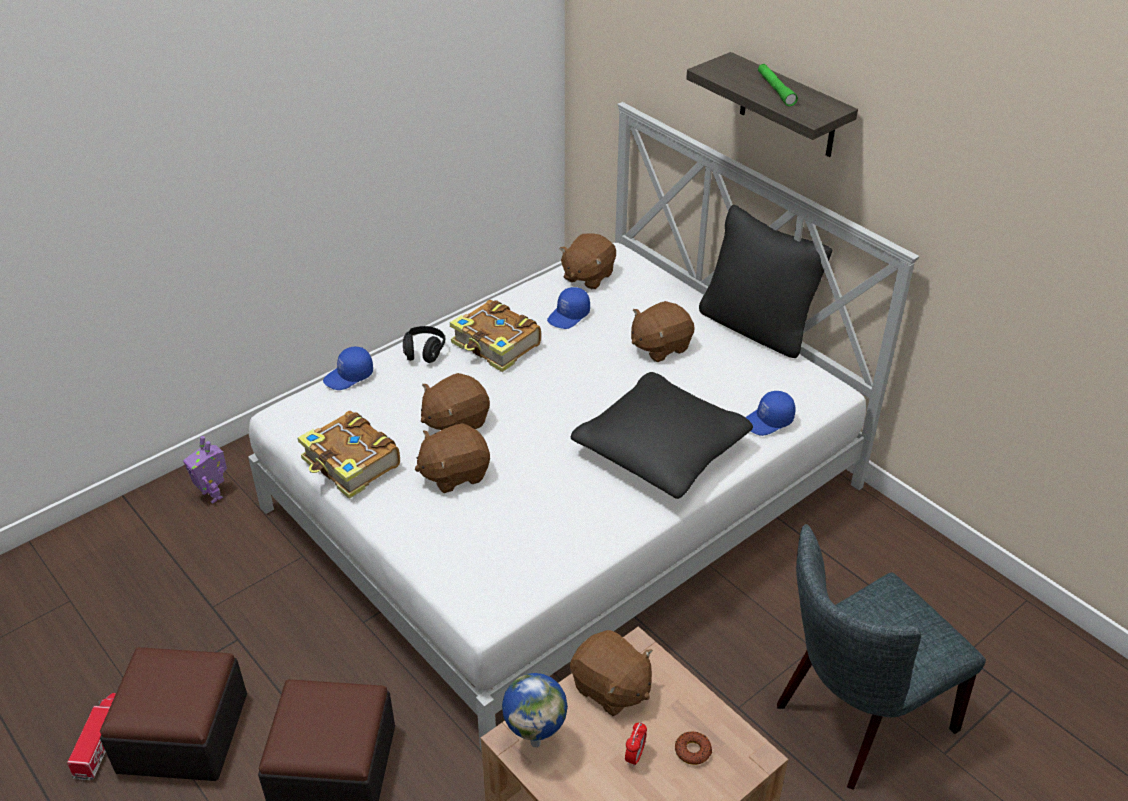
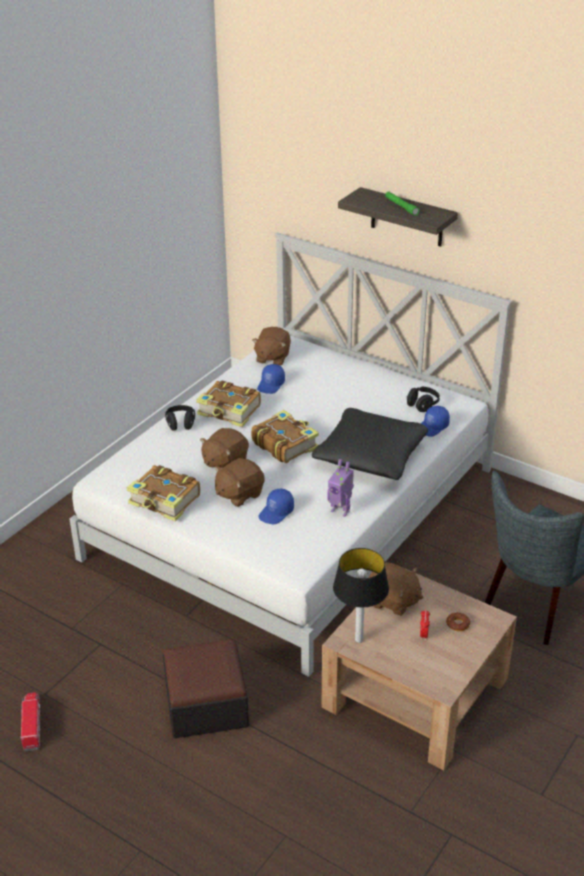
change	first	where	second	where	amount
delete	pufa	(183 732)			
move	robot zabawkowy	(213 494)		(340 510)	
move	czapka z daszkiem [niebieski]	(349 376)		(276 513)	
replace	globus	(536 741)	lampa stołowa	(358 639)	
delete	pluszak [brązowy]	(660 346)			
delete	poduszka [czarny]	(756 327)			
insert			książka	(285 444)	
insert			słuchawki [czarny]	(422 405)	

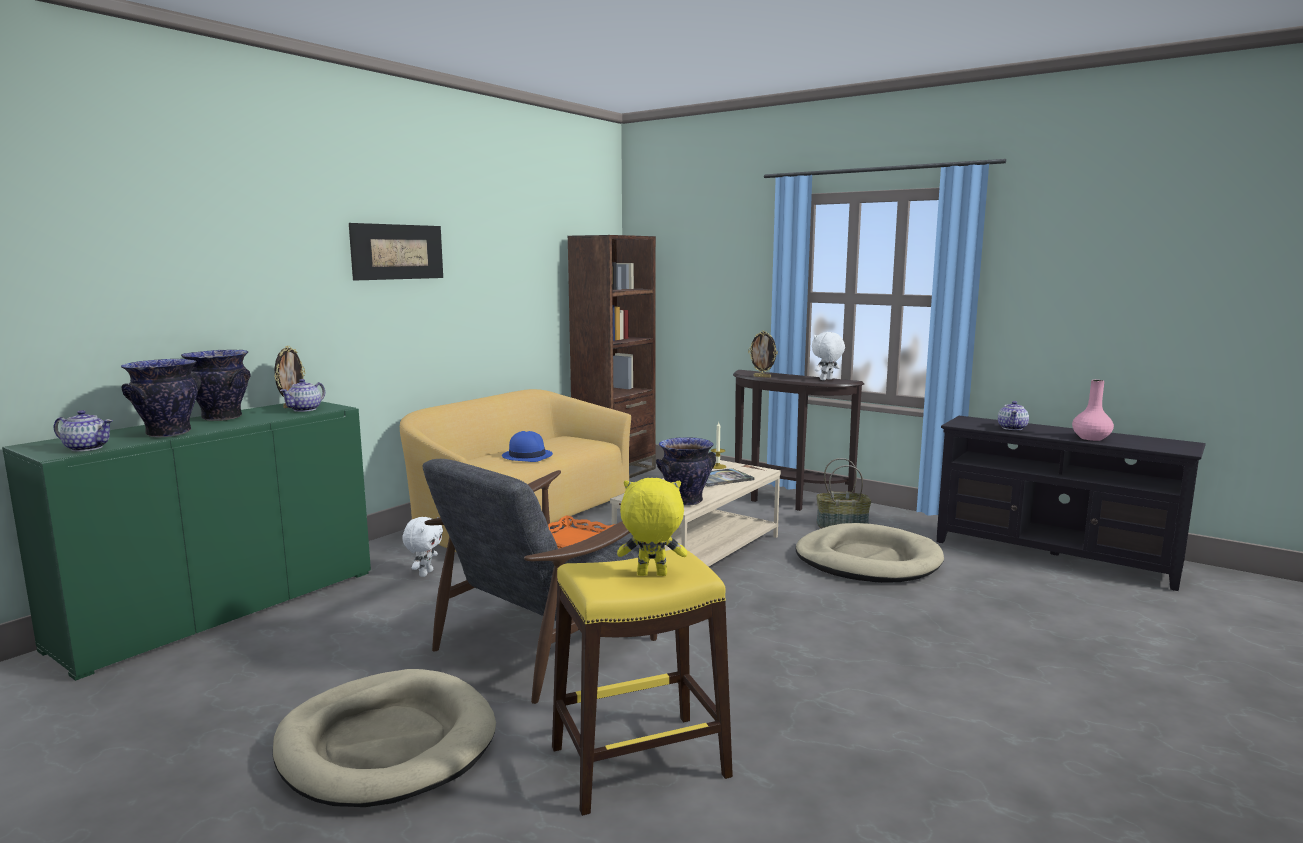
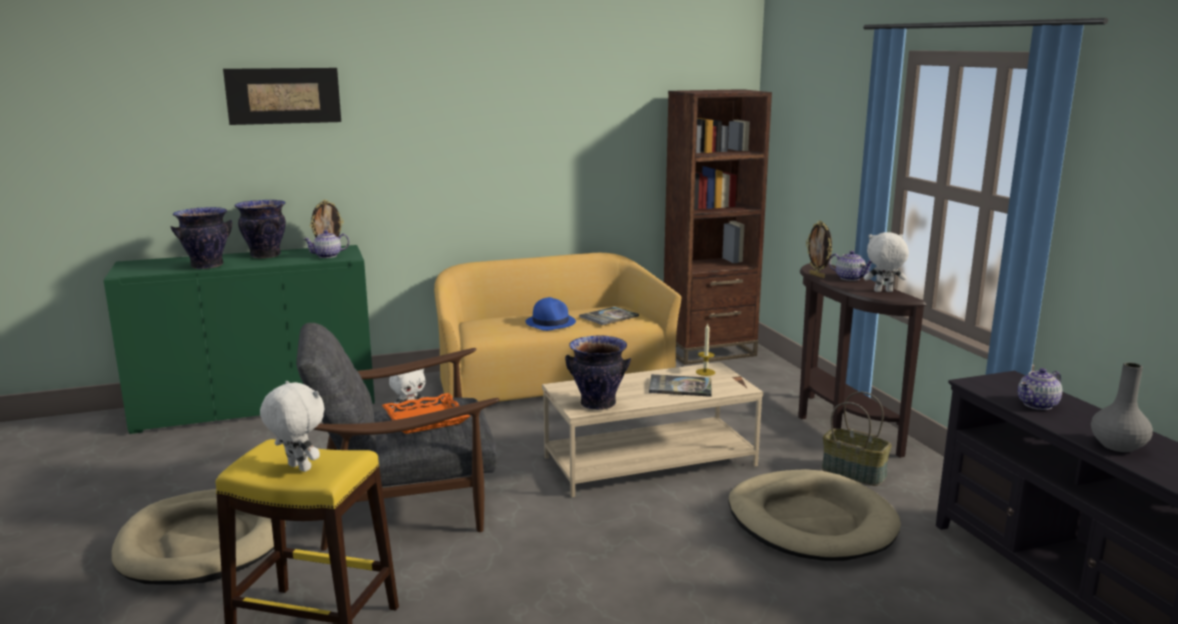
change	first	where	second	where	amount
move	imbryk	(87 448)		(849 278)	
move	obraz	(397 252)		(283 96)	
recolor	pluszak [żółty]	(651 575)	pluszak [biały]	(297 468)	
recolor	wazon [różowy]	(1091 438)	wazon [szary]	(1118 446)	
insert			książka	(609 317)	

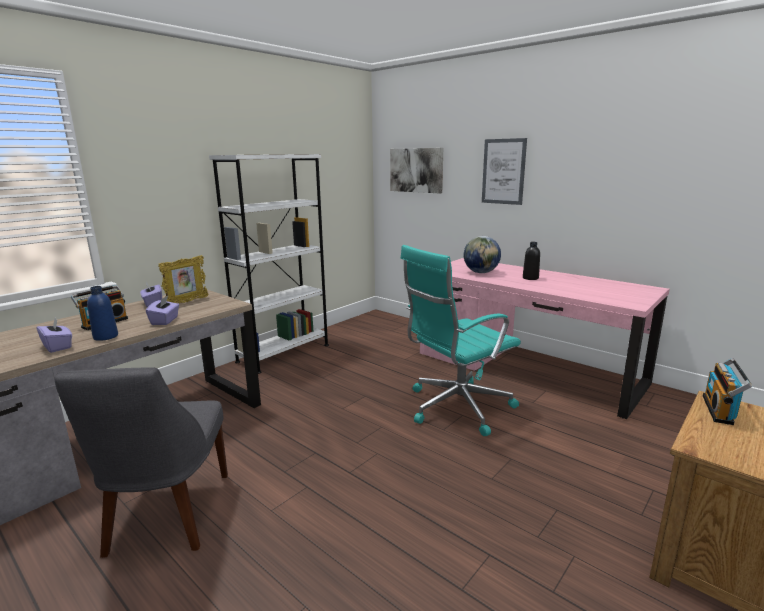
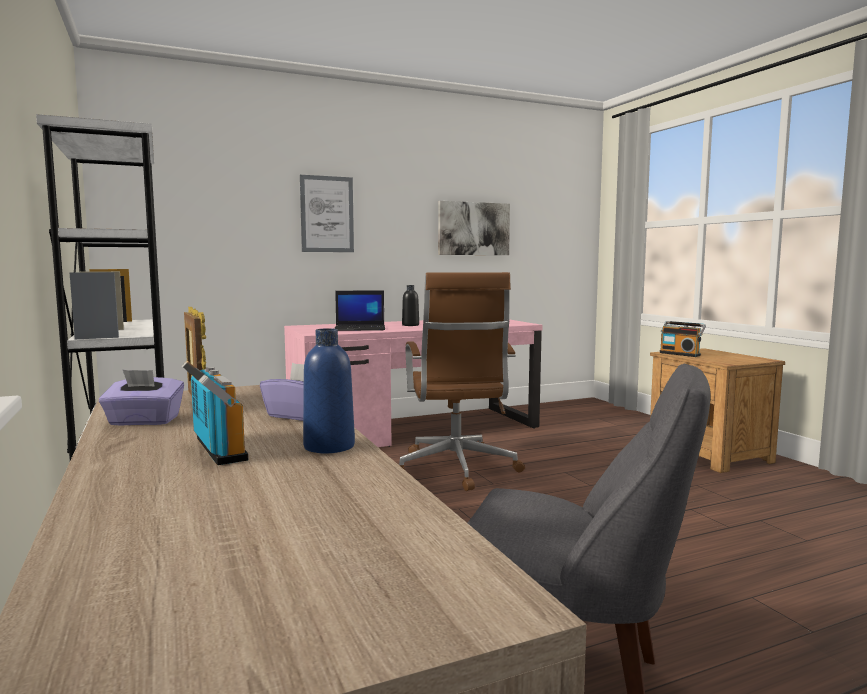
change	first	where	second	where	amount
delete	pudełko chusteczek [fioletowy]	(58 346)			
move	obraz	(416 170)		(473 229)	
recolor	krzesło biurowe [turkusowy]	(456 407)	krzesło biurowe [brązowy]	(456 469)	
replace	globus	(481 272)	laptop	(360 328)	

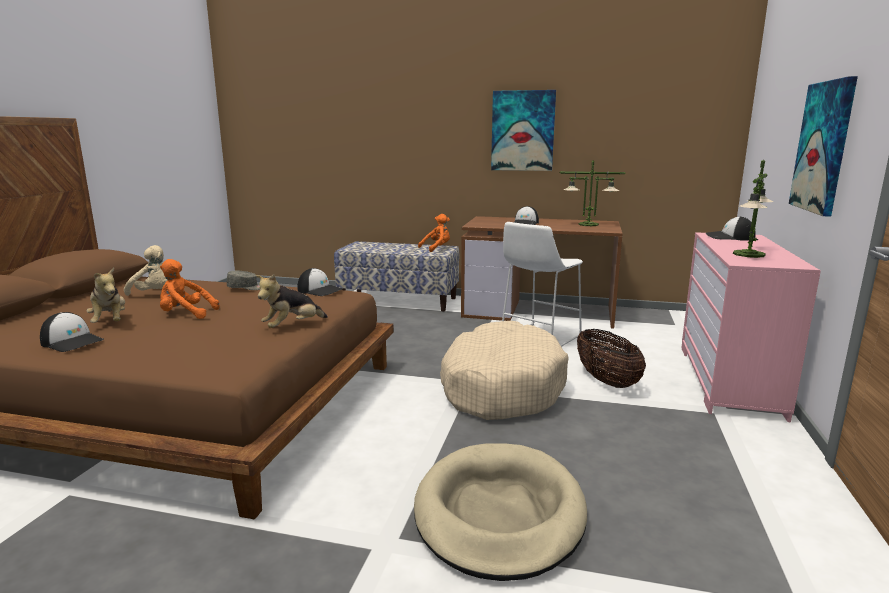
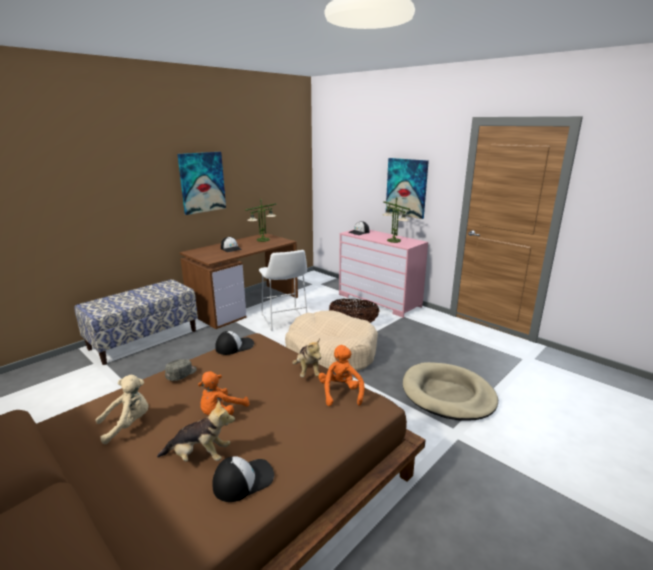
change	first	where	second	where	amount
move	pluszak [pomarańczowy]	(437 248)		(340 393)	

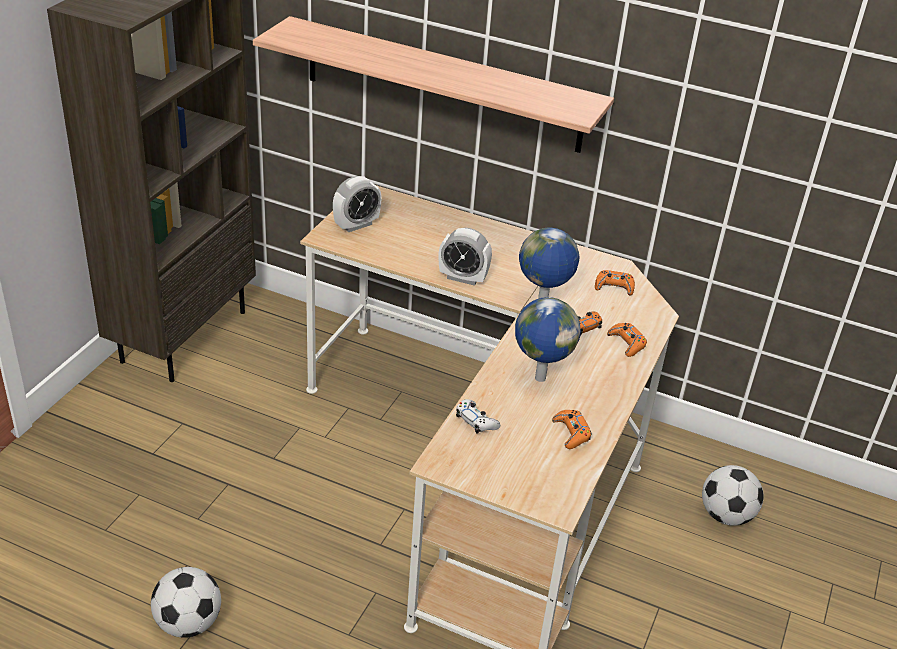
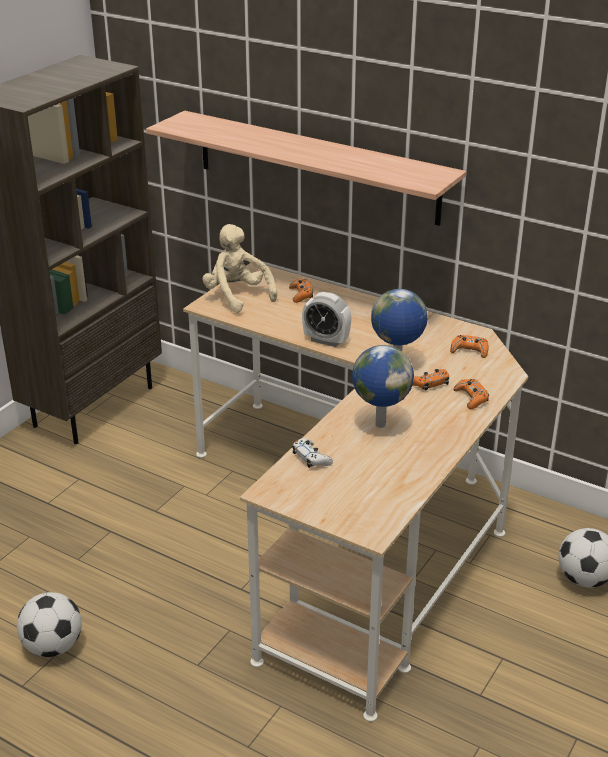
change	first	where	second	where	amount
replace	budzik	(356 225)	pluszak [beżowy]	(237 296)	
move	pad do gier [pomarańczowy]	(571 433)		(301 294)	

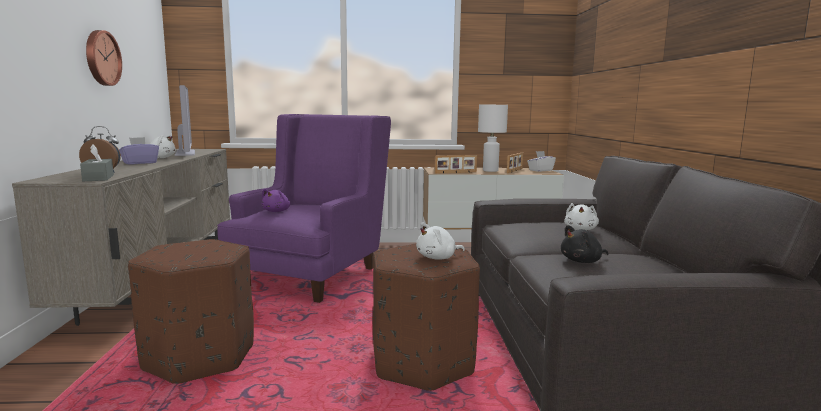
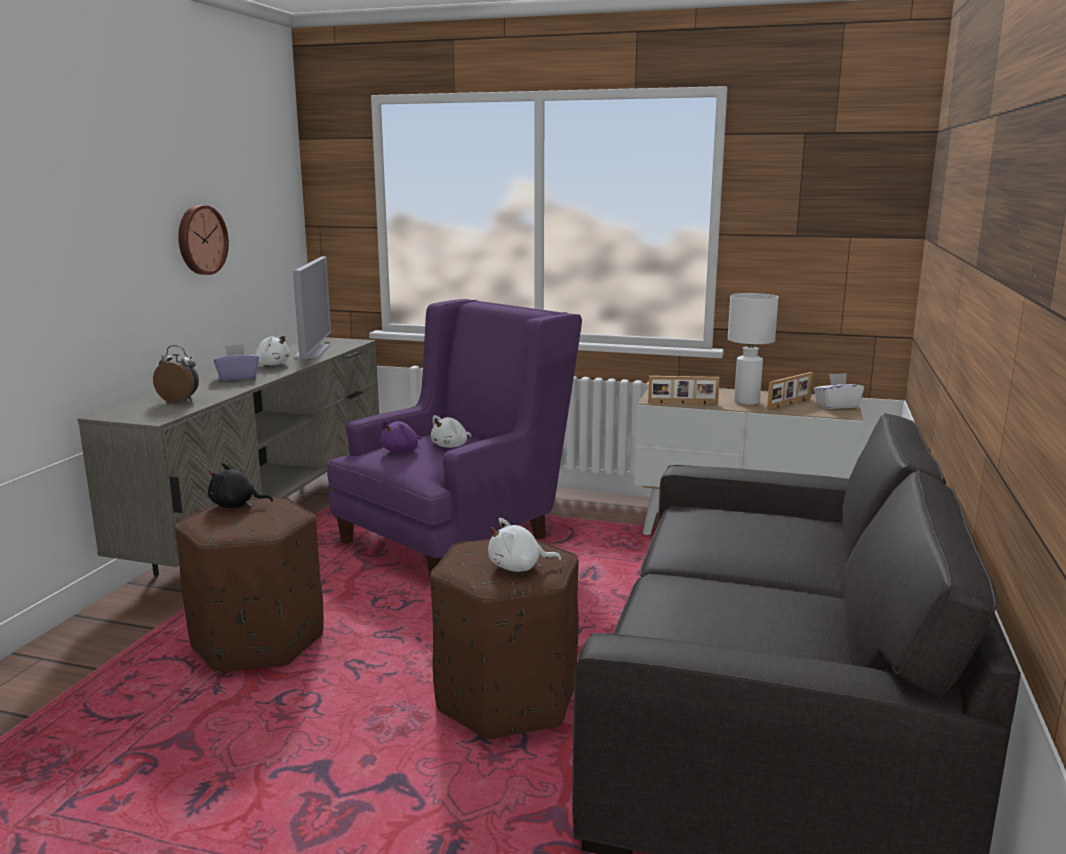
change	first	where	second	where	amount
delete	pudełko chusteczek [szary]	(98 178)			
move	pluszak [czarny]	(582 261)		(236 505)	
move	pluszak [biały]	(580 229)		(451 446)	

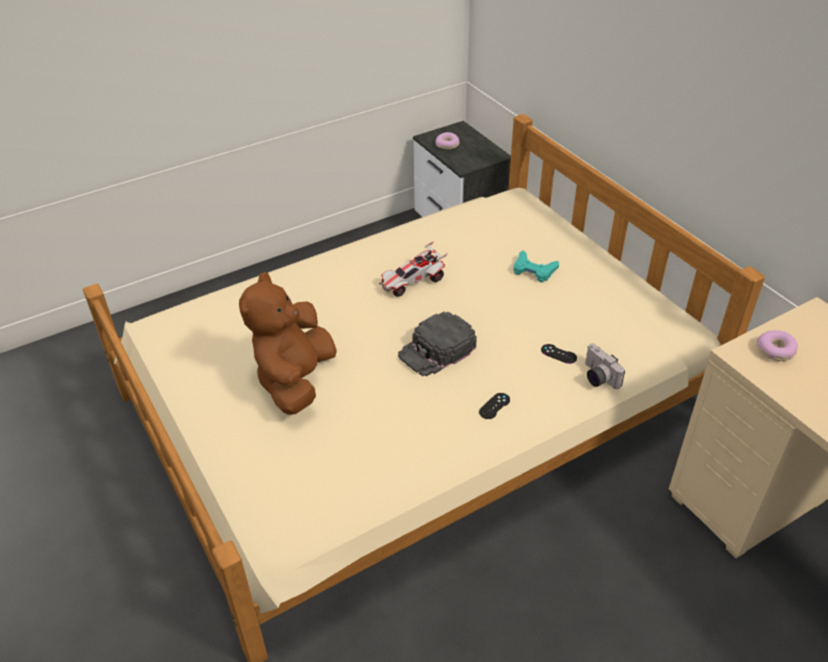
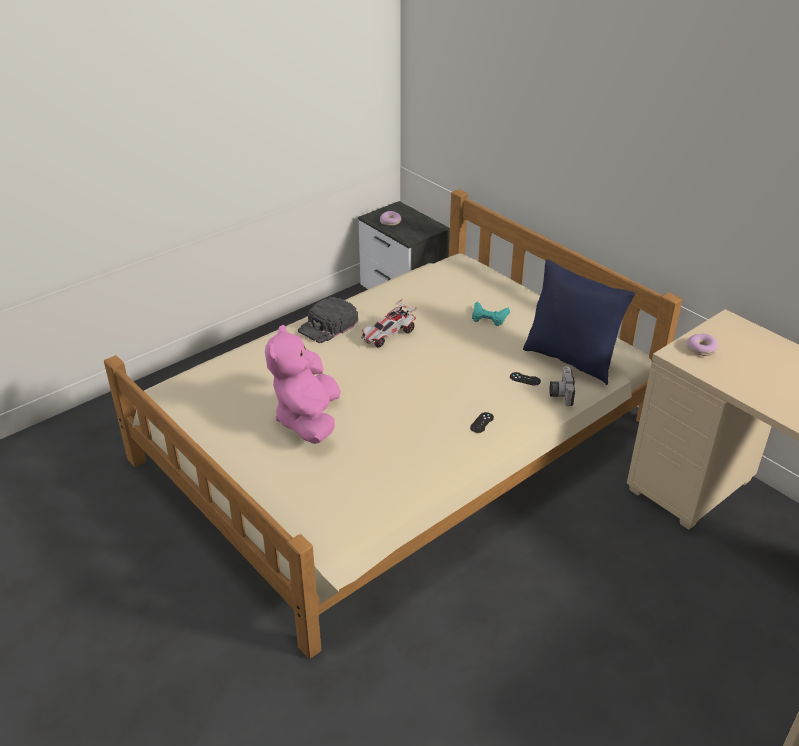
change	first	where	second	where	amount
recolor	pluszak [brązowy]	(295 380)	pluszak [różowy]	(308 420)	
move	czapka z daszkiem [czarny]	(437 350)		(328 325)	
rotate	aparat fotograficzny	(597 377)		(560 393)	45 degrees clockwise
insert			poduszka [niebieski]	(570 359)	

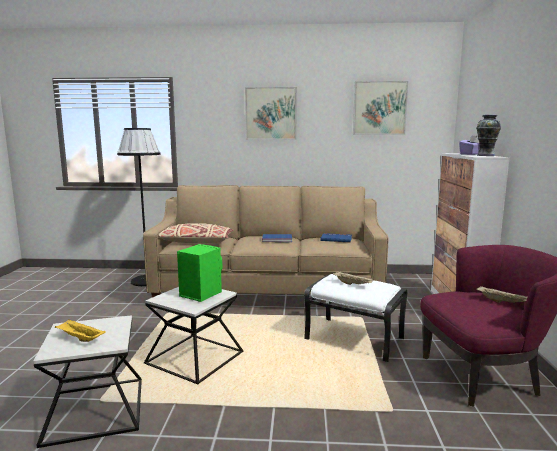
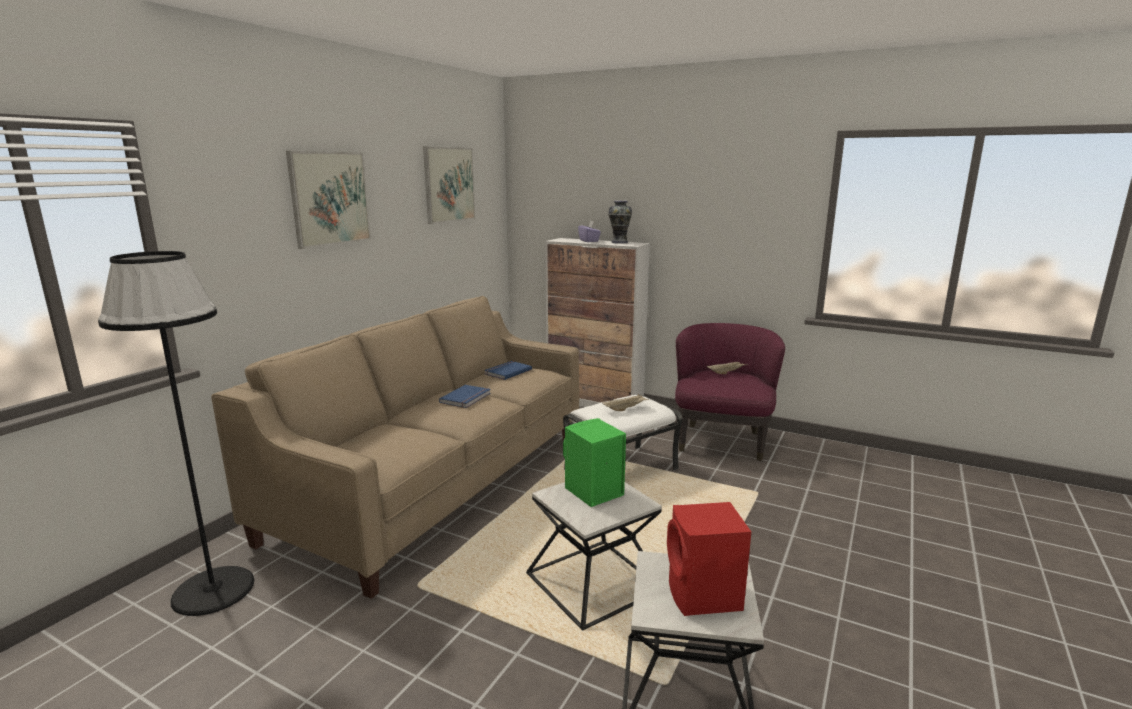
change	first	where	second	where	amount
replace	taca [żółty]	(80 338)	głośnik [czerwony]	(704 597)	
delete	poduszka [beżowy]	(196 242)			

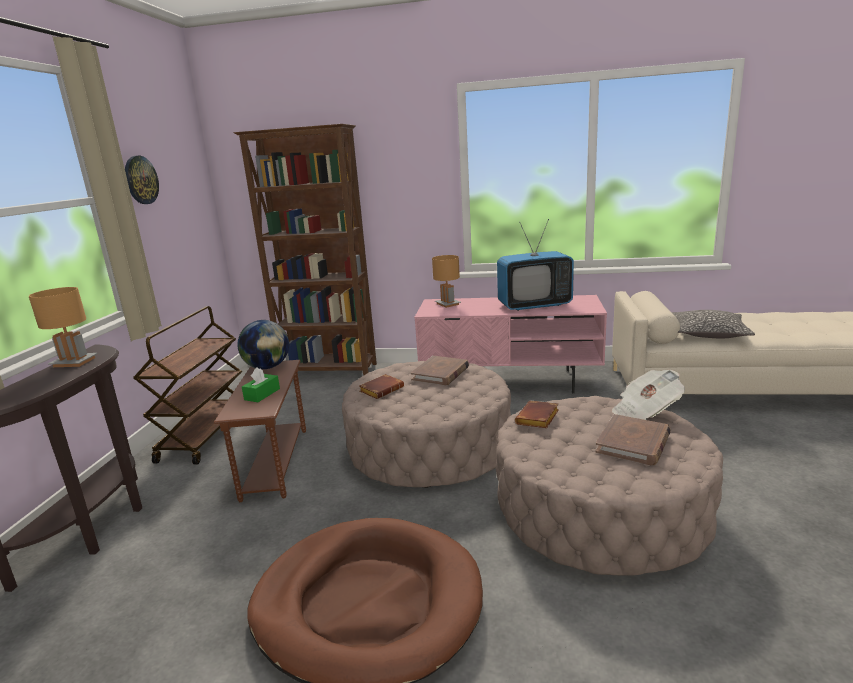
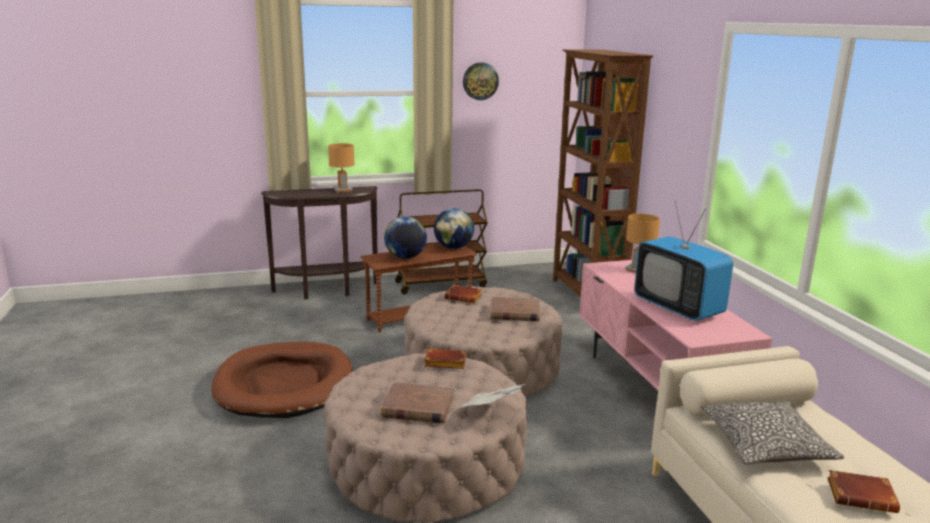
change	first	where	second	where	amount
replace	pudełko chusteczek [zielony]	(262 394)	globus	(405 257)	
insert			książka [brązowy]	(862 496)	

